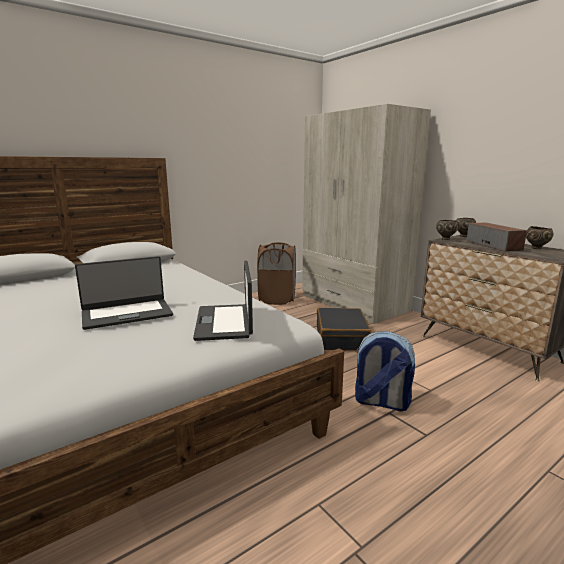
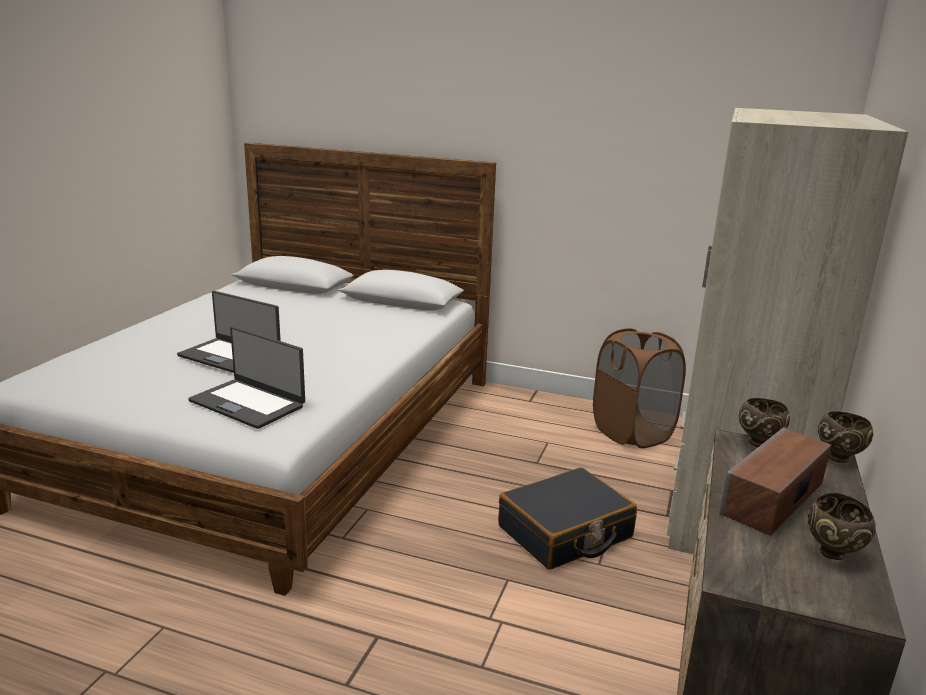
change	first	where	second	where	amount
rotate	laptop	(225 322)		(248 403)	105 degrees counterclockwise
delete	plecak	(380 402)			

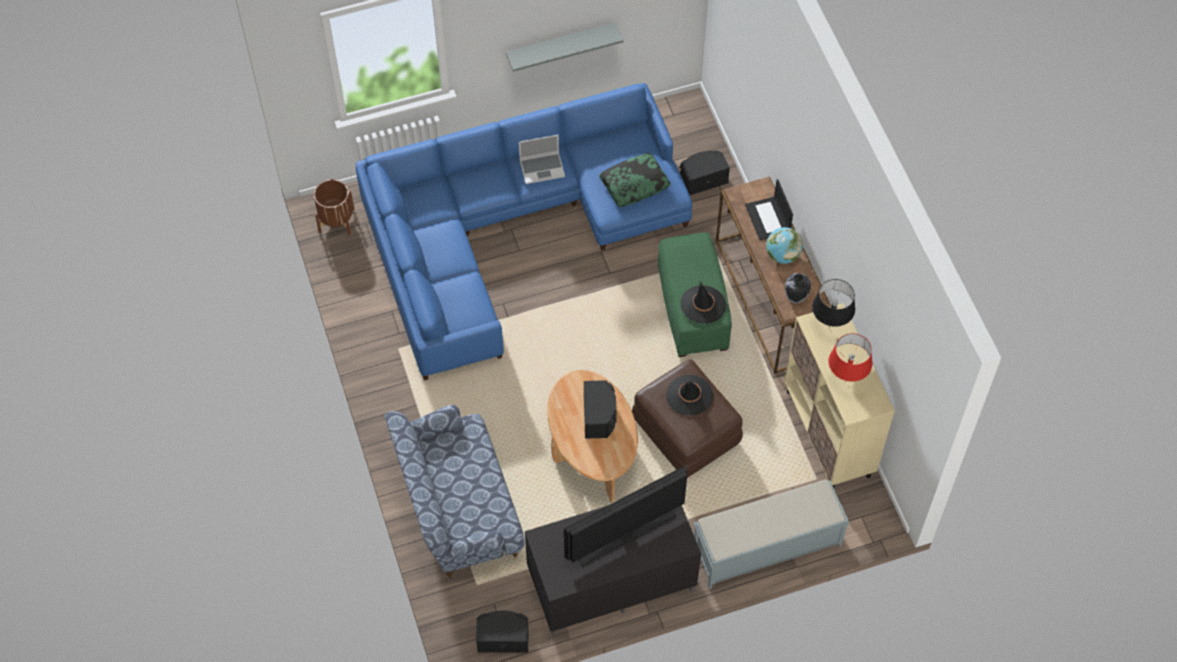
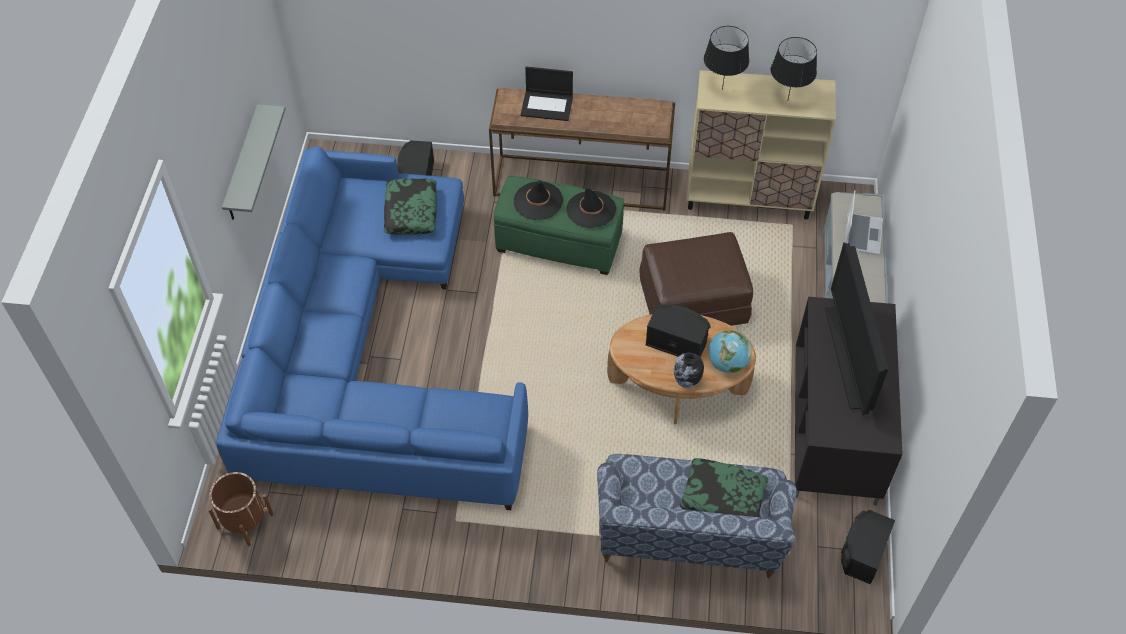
change	first	where	second	where	amount
move	laptop	(542 168)		(861 234)	
move	kapelusz [czarny]	(689 395)		(538 201)	
move	globus	(782 255)		(727 363)	
move	wazon	(795 298)		(686 382)	
recolor	lampa stołowa [czerwony]	(845 381)	lampa stołowa [czarny]	(787 101)	
insert			poduszka	(722 497)	

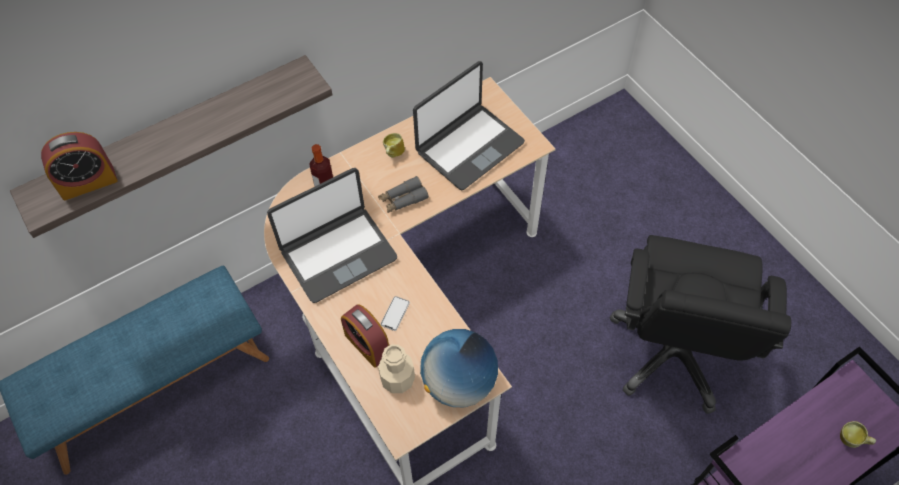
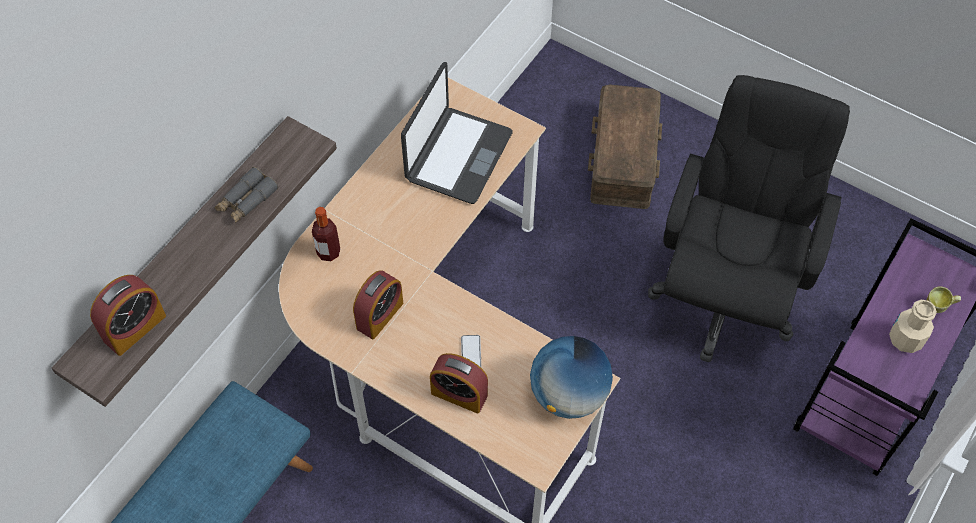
change	first	where	second	where	amount
replace	laptop	(338 254)	budzik	(380 315)	
move	lornetka [szary]	(403 199)		(247 201)	
move	butelka [beżowy]	(397 379)		(905 339)	
delete	kubek	(393 153)			
rotate	krzesło biurowe [czarny]	(673 352)		(724 295)	150 degrees counterclockwise
insert			pojemnik do przechowywania [brązowy]	(624 157)	

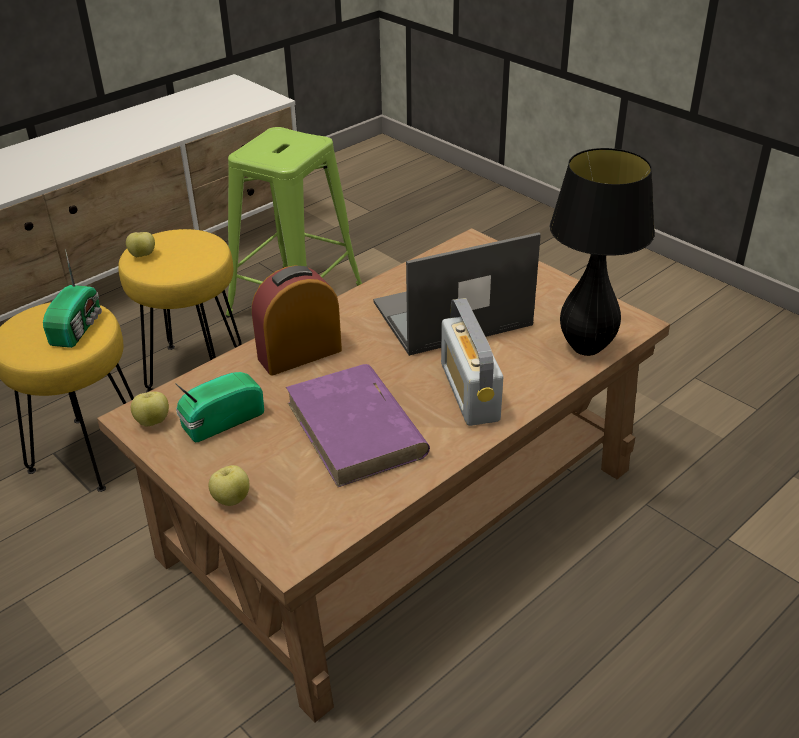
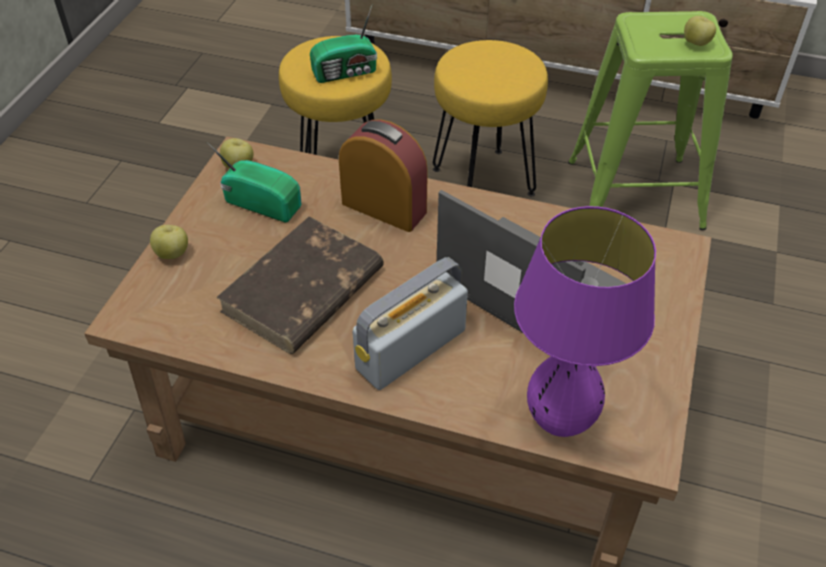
change	first	where	second	where	amount
move	jabłko	(143 255)		(696 43)	
recolor	książka [fioletowy]	(356 430)	książka [brązowy]	(302 291)	
recolor	lampa stołowa [czarny]	(586 347)	lampa stołowa [fioletowy]	(560 421)	

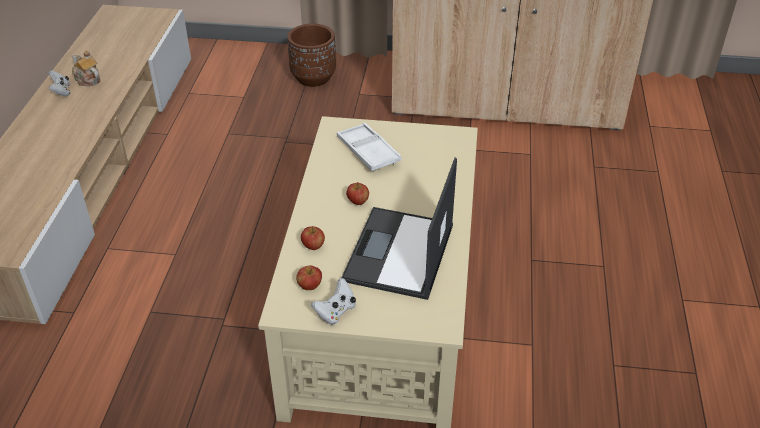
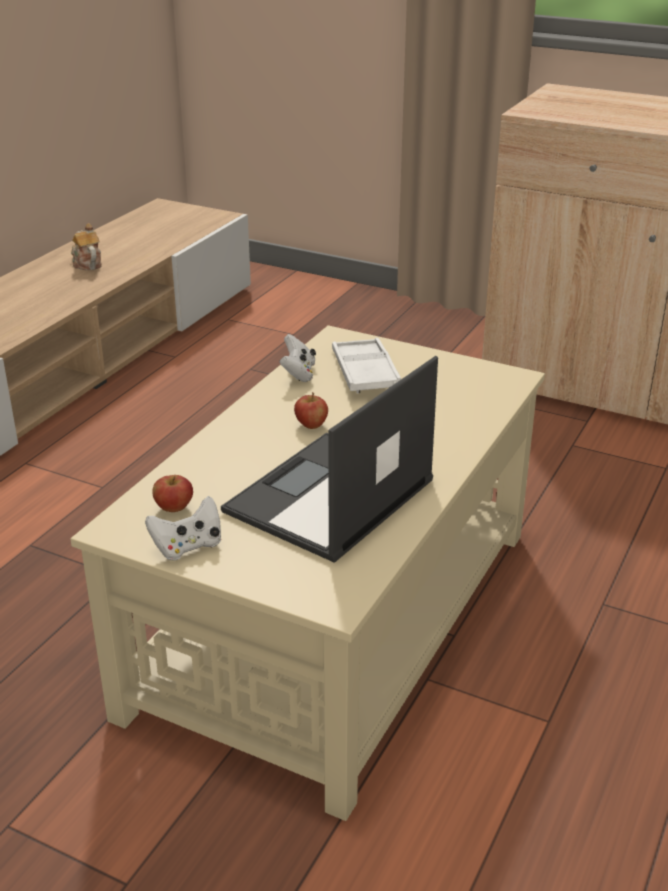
change	first	where	second	where	amount
move	pad do gier [biały]	(61 91)		(298 374)	
delete	donica [brązowy]	(313 78)			
delete	jabłko	(313 246)			

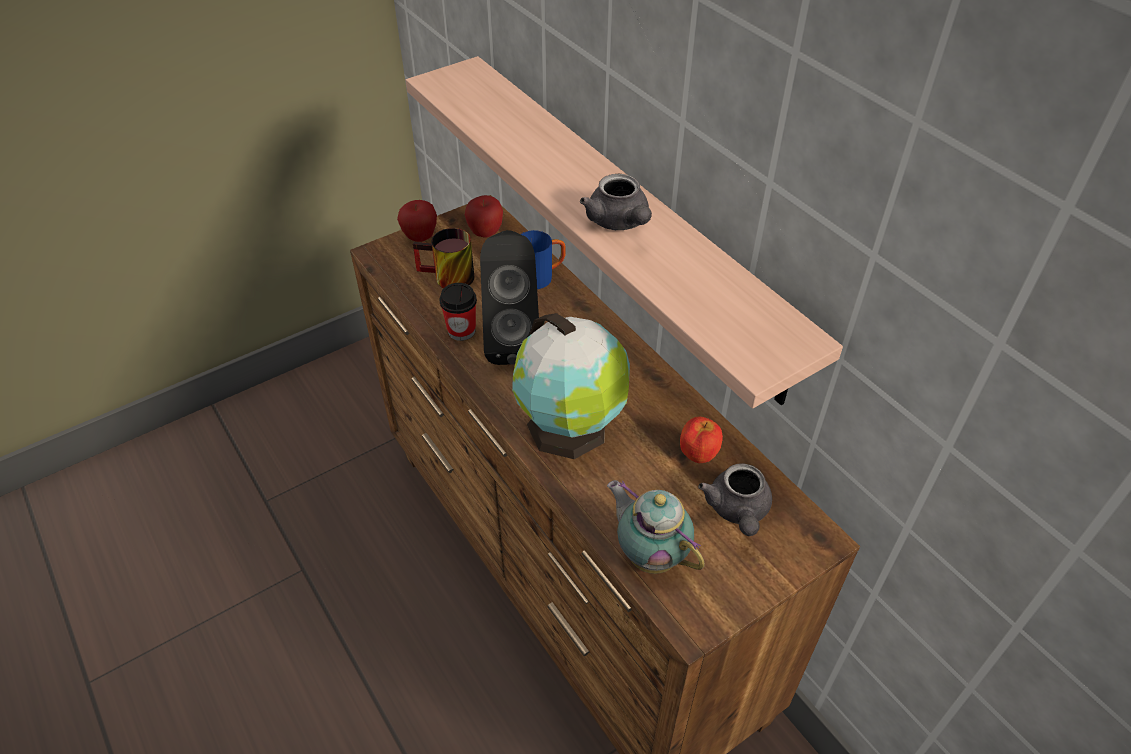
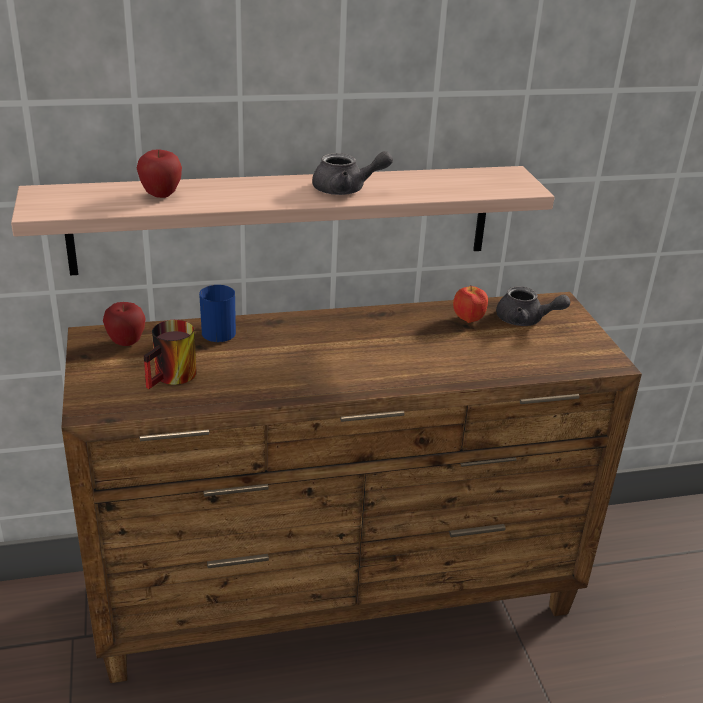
change	first	where	second	where	amount
move	jabłko	(420 237)		(161 195)	
delete	filiżanka	(461 331)			
delete	głośnik [czarny]	(512 341)			
delete	globus	(571 429)			
delete	imbryk	(650 554)			

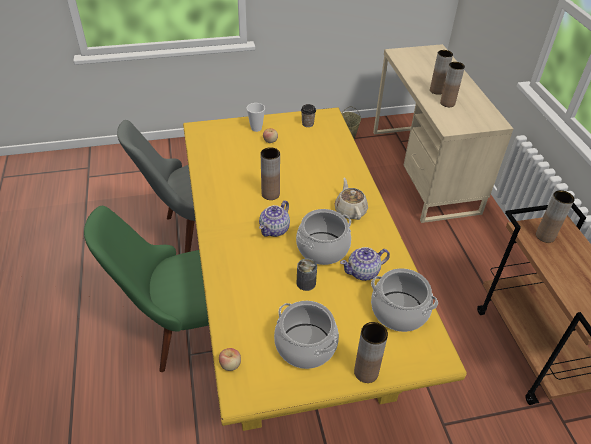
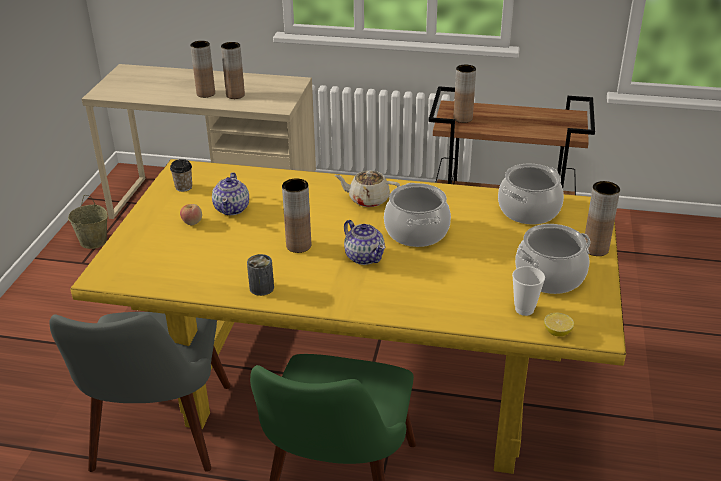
change	first	where	second	where	amount
replace	jabłko	(230 365)	cytryna	(557 332)	
move	filiżanka	(256 128)		(524 309)	
move	puszka	(306 283)		(261 288)	
move	imbryk	(363 272)		(232 208)	

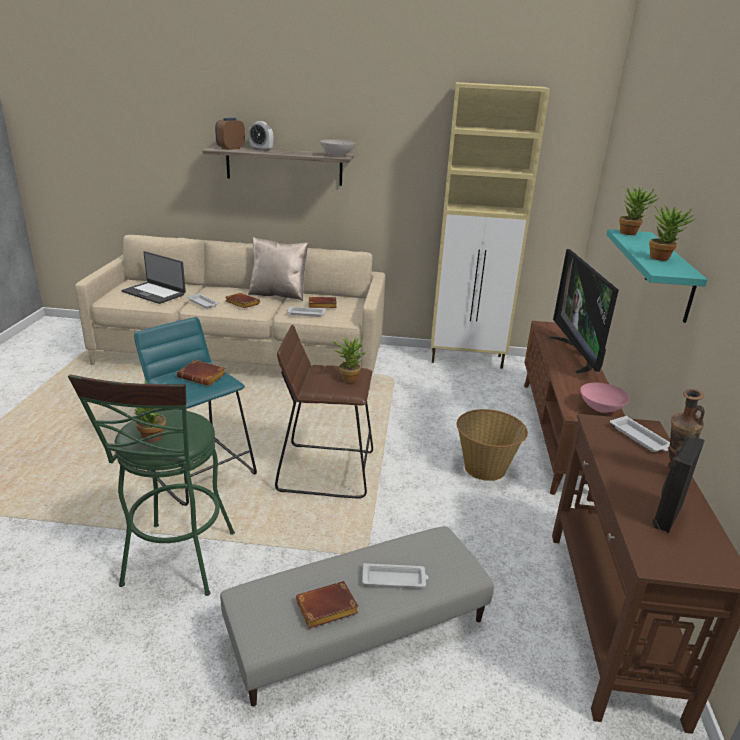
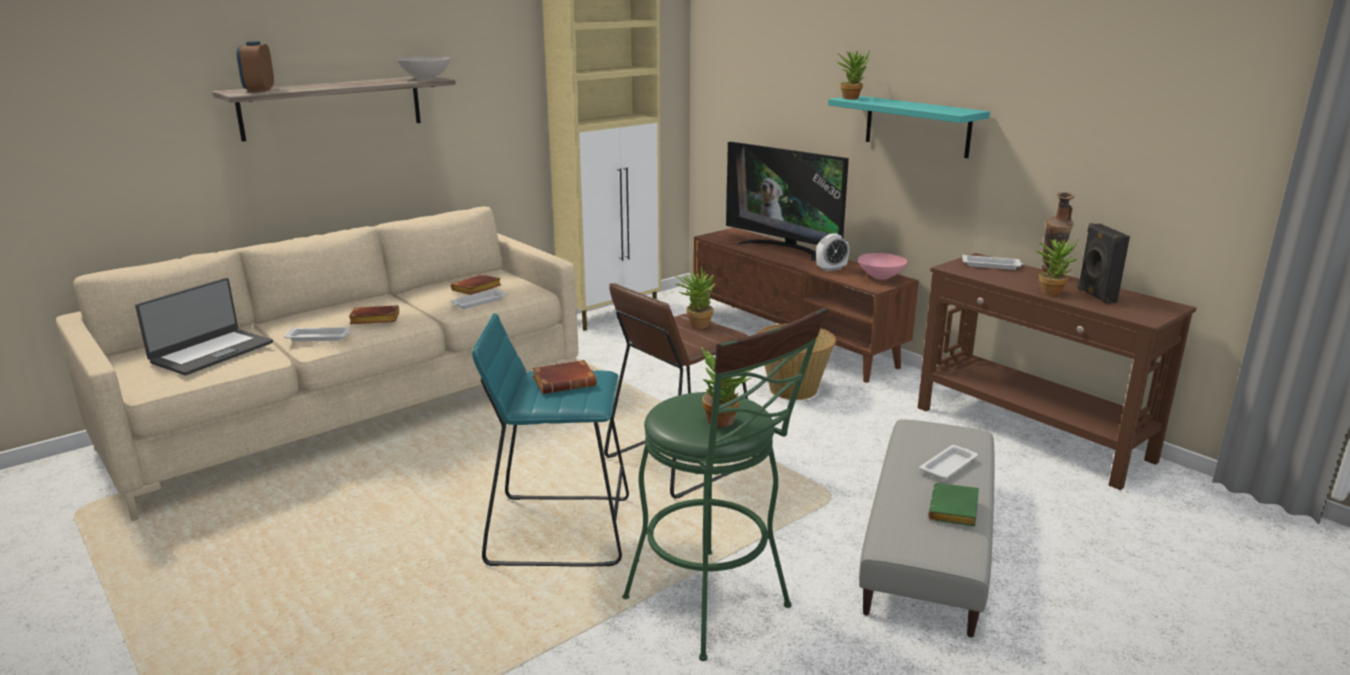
change	first	where	second	where	amount
rotate	laptop	(154 293)		(211 352)	45 degrees counterclockwise
delete	poduszka [beżowy]	(278 294)			
move	budzik	(261 149)		(831 269)	
recolor	książka [brązowy]	(326 610)	książka [zielony]	(955 511)	
move	roślina doniczkowa	(662 258)		(1051 291)	

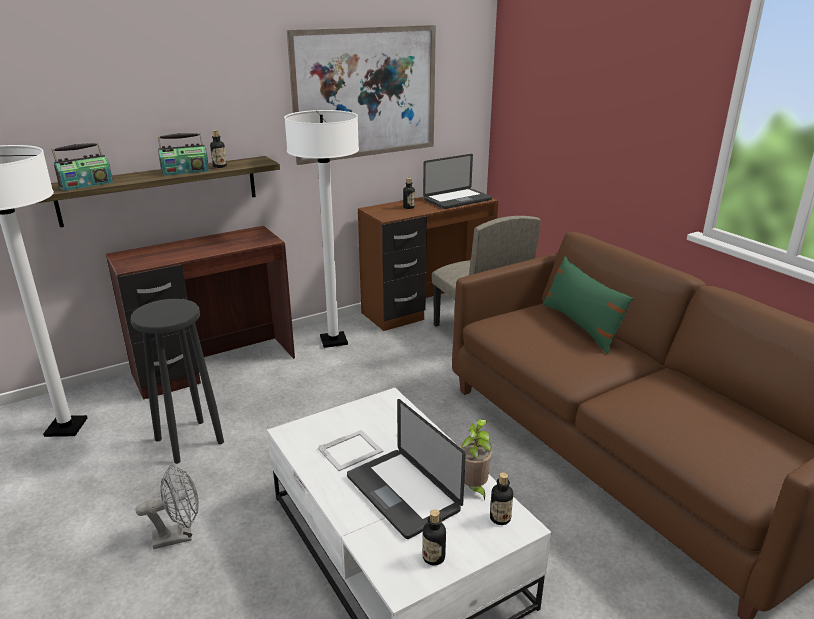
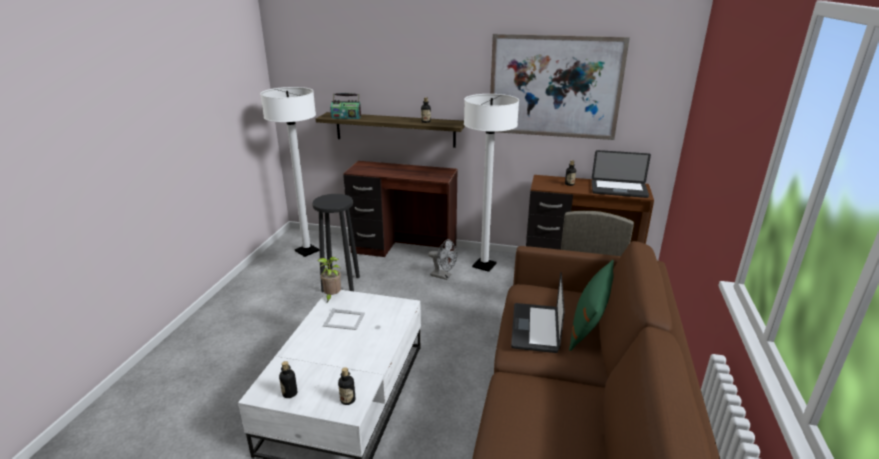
change	first	where	second	where	amount
move	wentylator [szary]	(179 535)		(444 276)	
delete	radio	(185 171)			
move	laptop	(402 493)		(535 328)	
move	roślina doniczkowa	(473 488)		(332 297)	

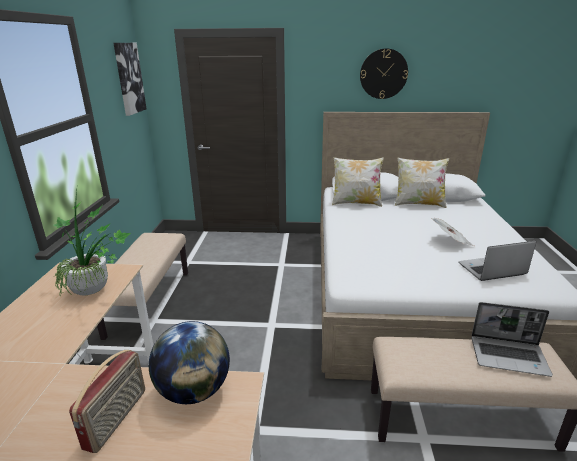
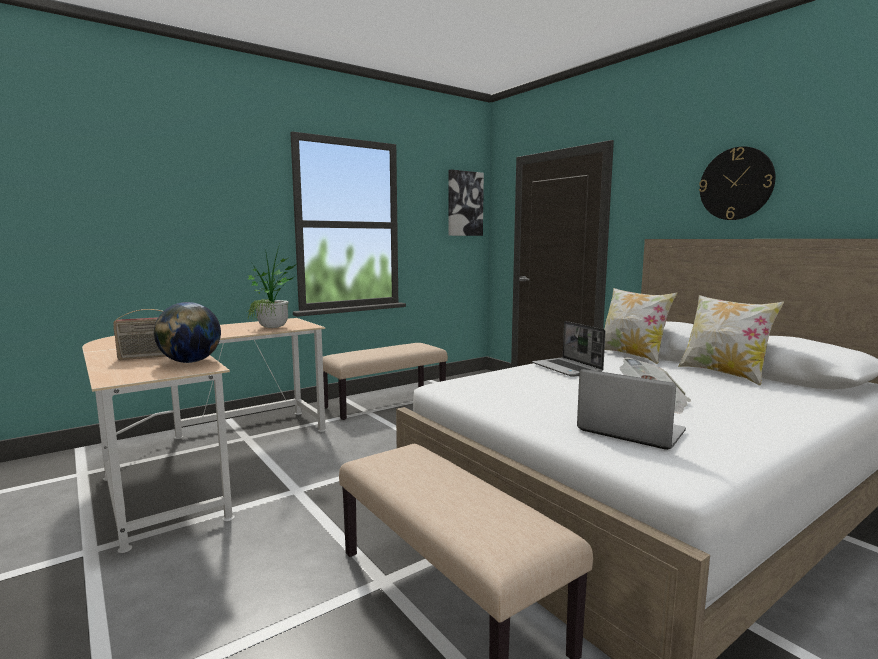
change	first	where	second	where	amount
move	laptop	(509 356)		(567 368)	

